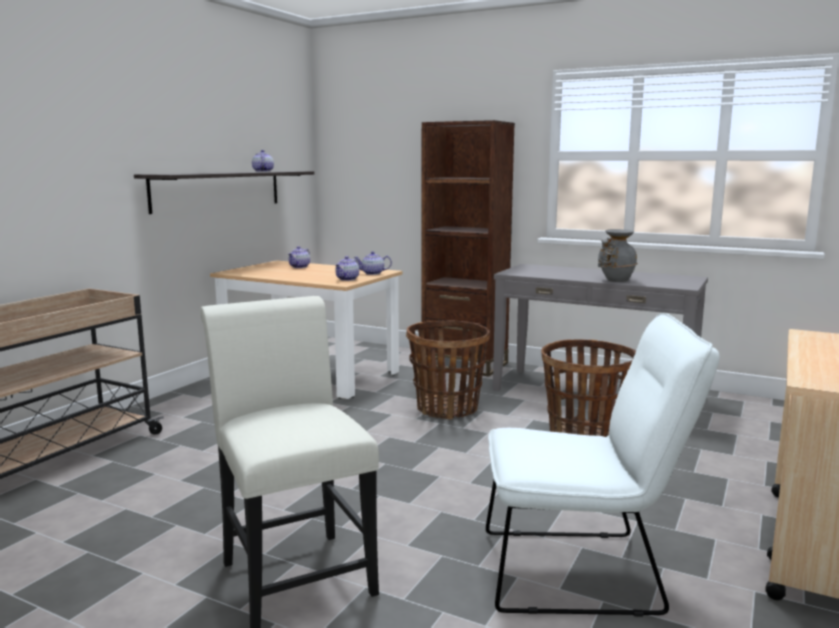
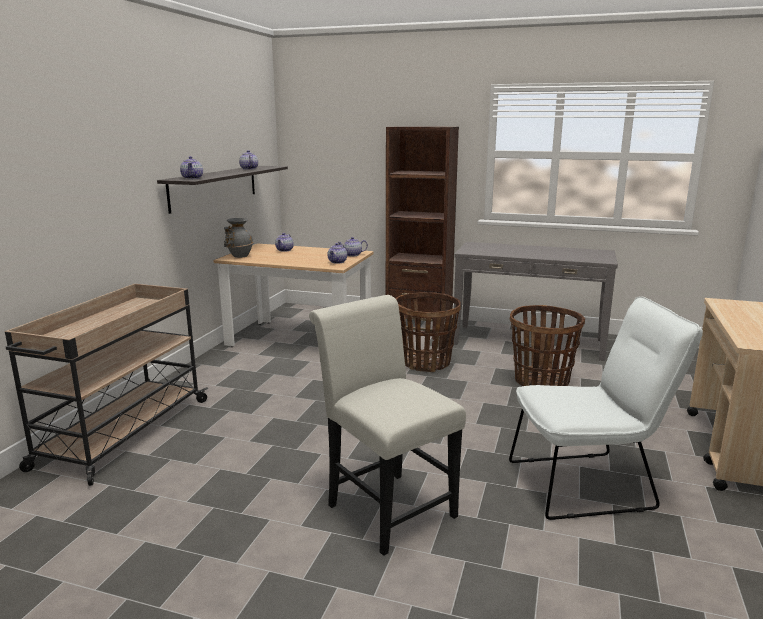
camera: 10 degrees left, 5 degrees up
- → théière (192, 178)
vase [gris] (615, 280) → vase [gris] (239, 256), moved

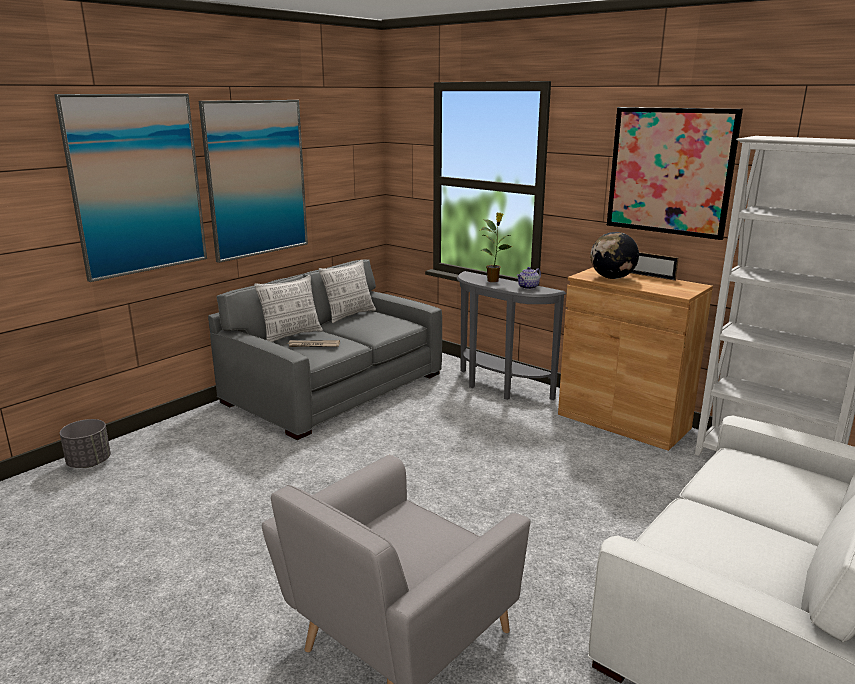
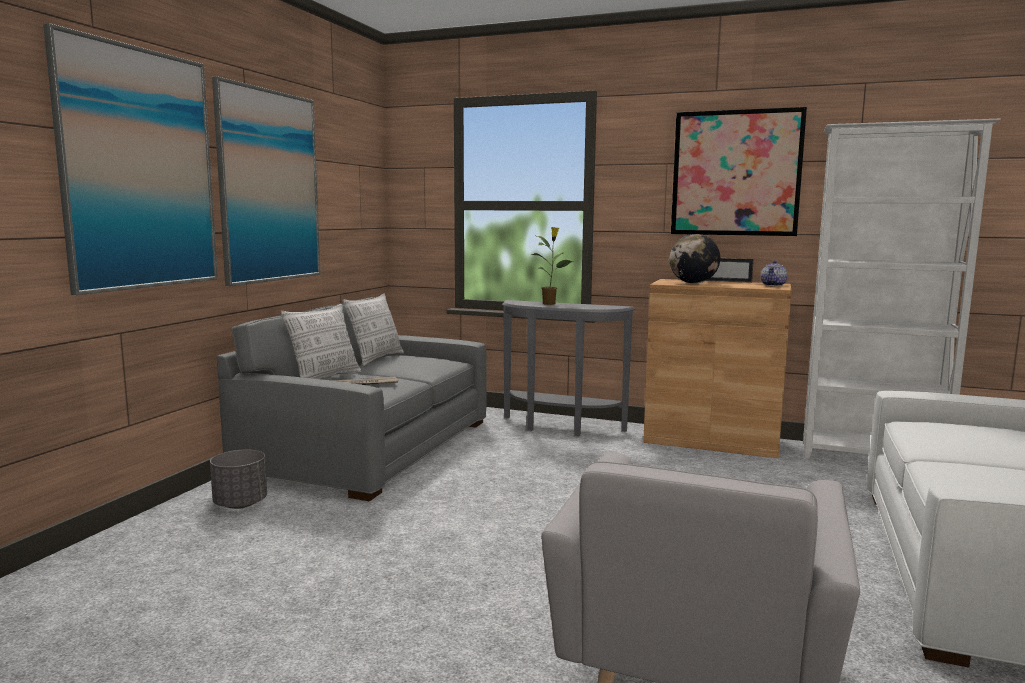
camera: 20 degrees left, 10 degrees down
cache-pot [gris] (89, 463) → cache-pot [gris] (240, 504), moved
théière (528, 287) → théière (773, 285), moved

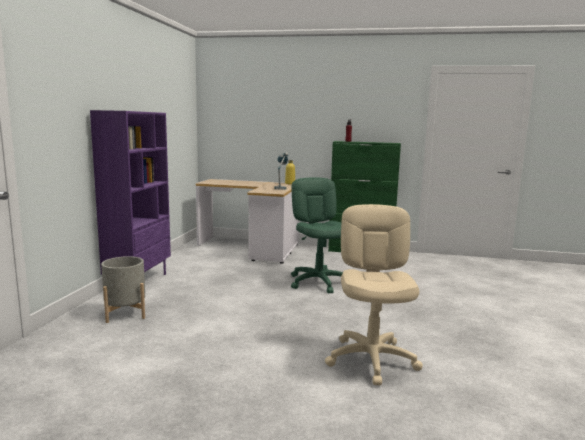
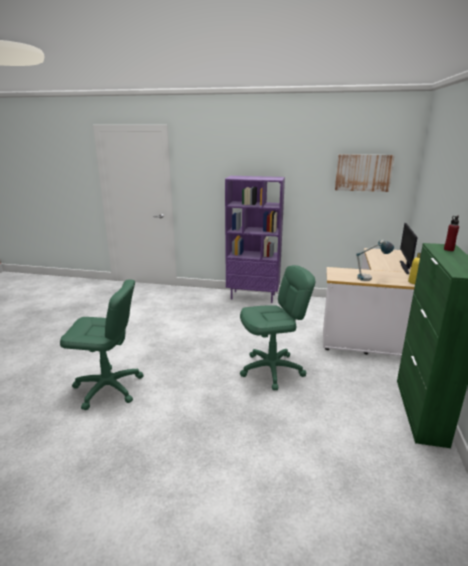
camera: 90 degrees right, 10 degrees up
chaise de bureau [beige] (372, 360) → chaise de bureau [vert] (108, 388)
- → tableau (363, 172)
- → écran d'ordinateur (405, 267)
cache-pot [gris] (125, 313) → -

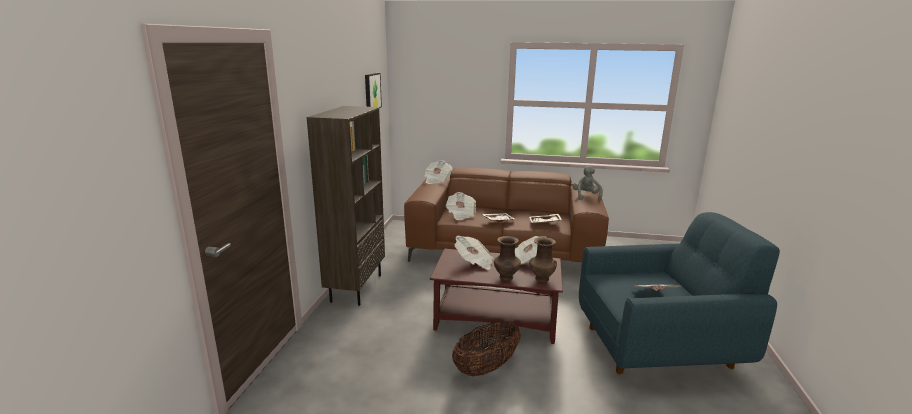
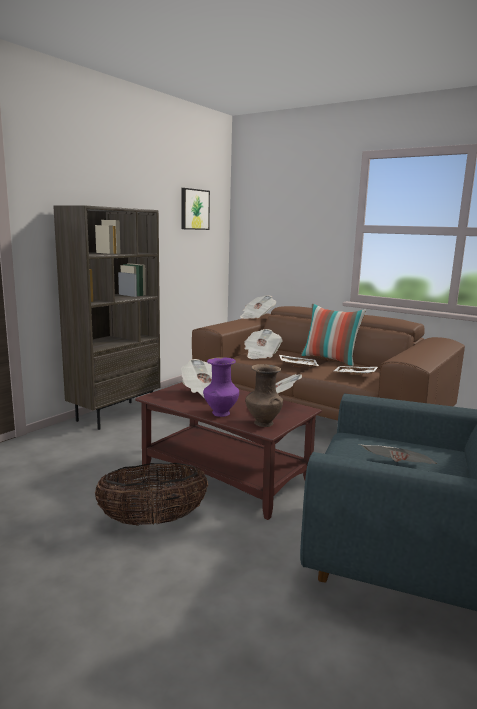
camera: 25 degrees right, 5 degrees down
vase [marron] (506, 277) → vase [violet] (220, 414)
- → coussin (330, 360)
peluche [gris] (586, 196) → -

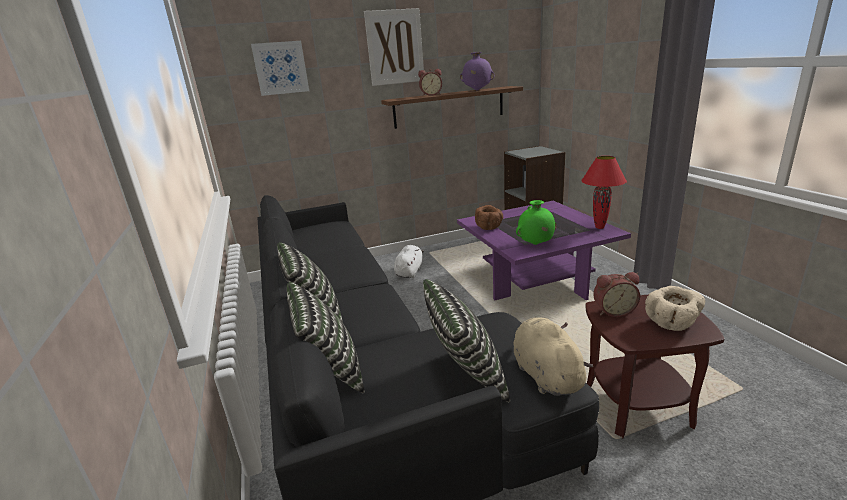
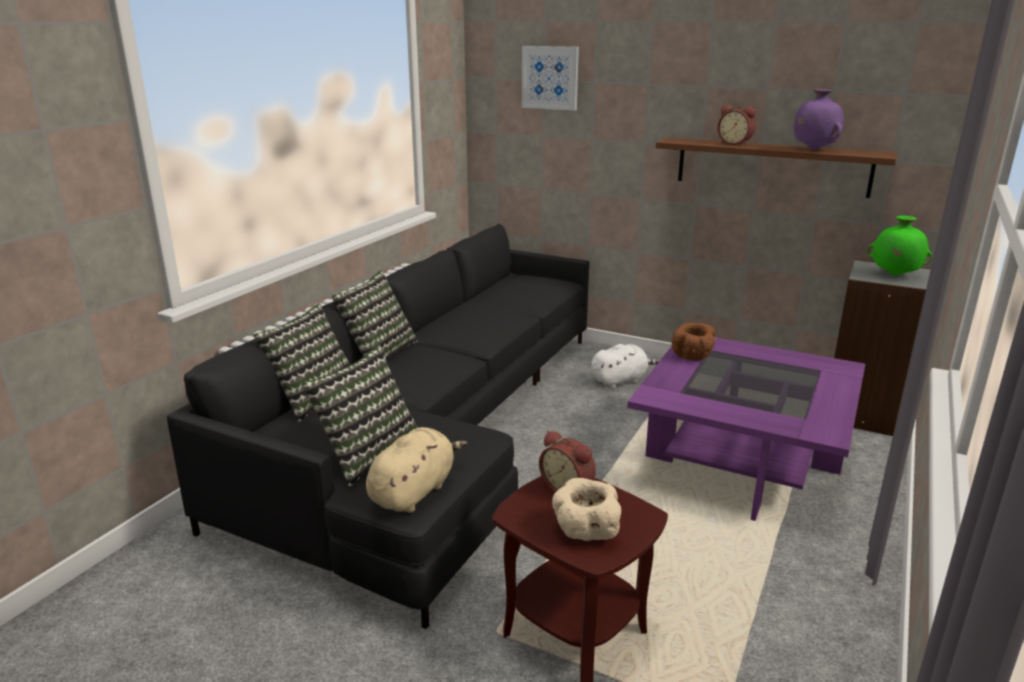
camera: 45 degrees right, 0 degrees up
vase [vert] (535, 244) → vase [vert] (894, 275), moved
tableau (395, 47) → -
lampe de table [rouge] (600, 227) → -

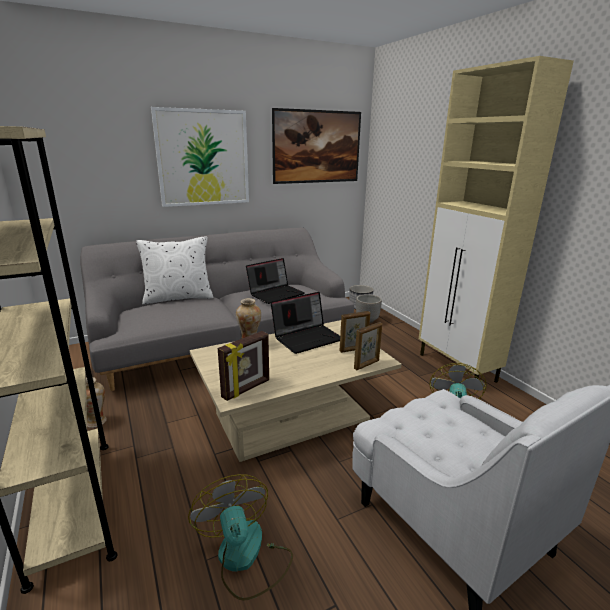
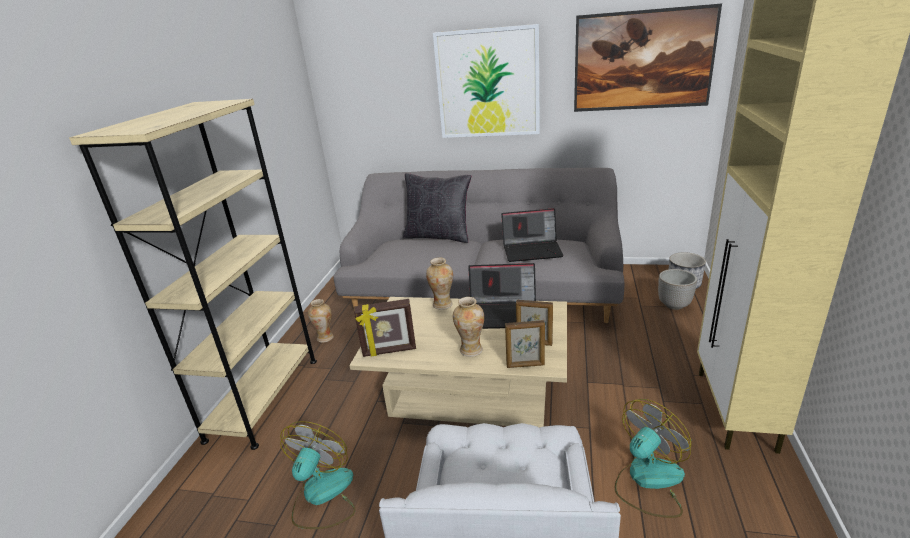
camera: 40 degrees right, 5 degrees up
coussin [blanc] (178, 297) → coussin [noir] (438, 236)
- → vase (471, 350)

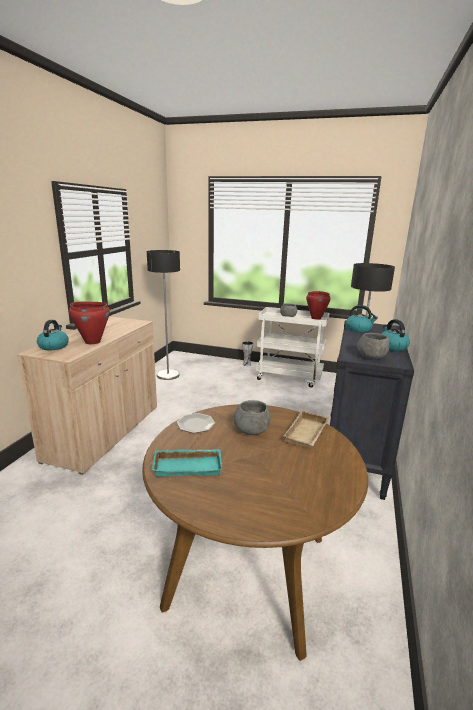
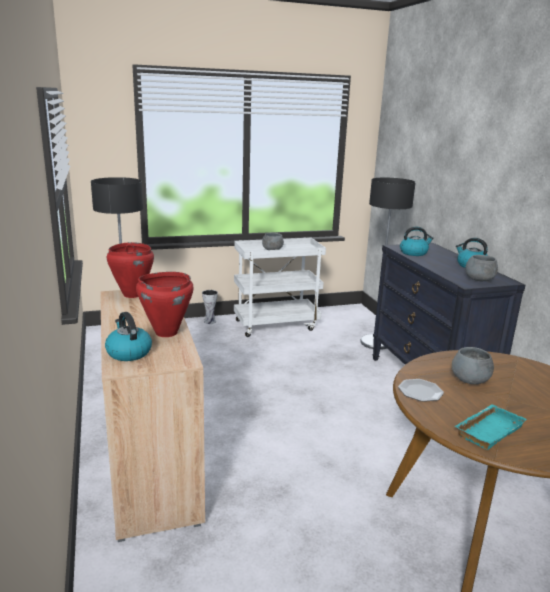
camera: 35 degrees left, 0 degrees up
marmite [rouge] (316, 318) → marmite [rouge] (132, 295), moved
plateau [beige] (307, 434) → -

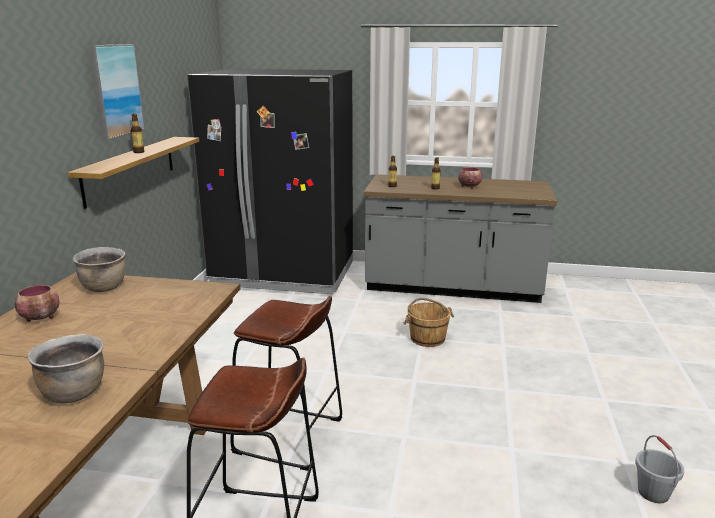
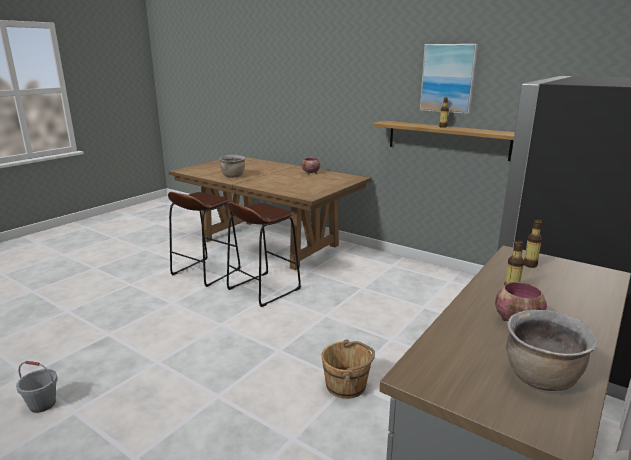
camera: 115 degrees right, 0 degrees up
marmite [marron] (104, 288) → marmite [marron] (541, 378), moved

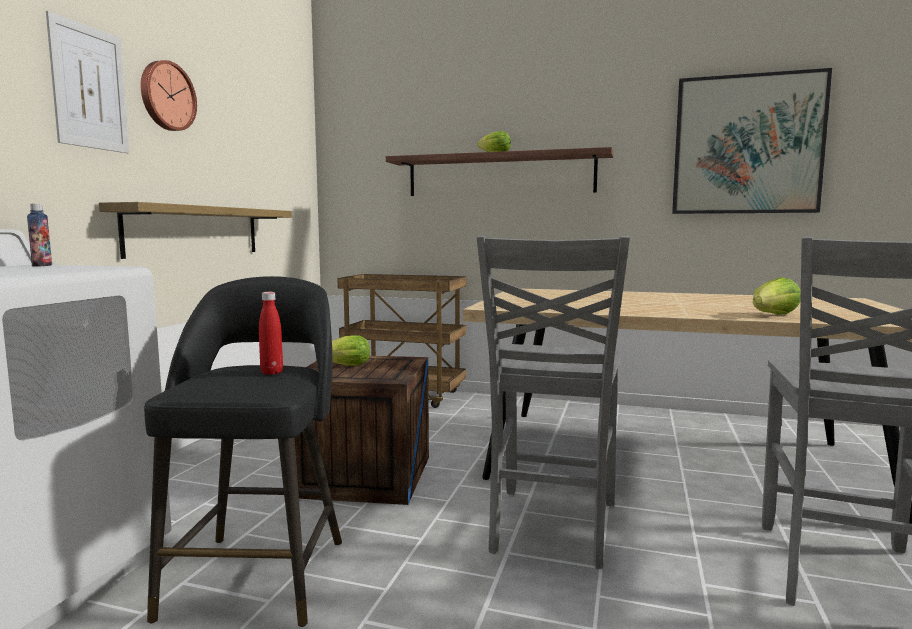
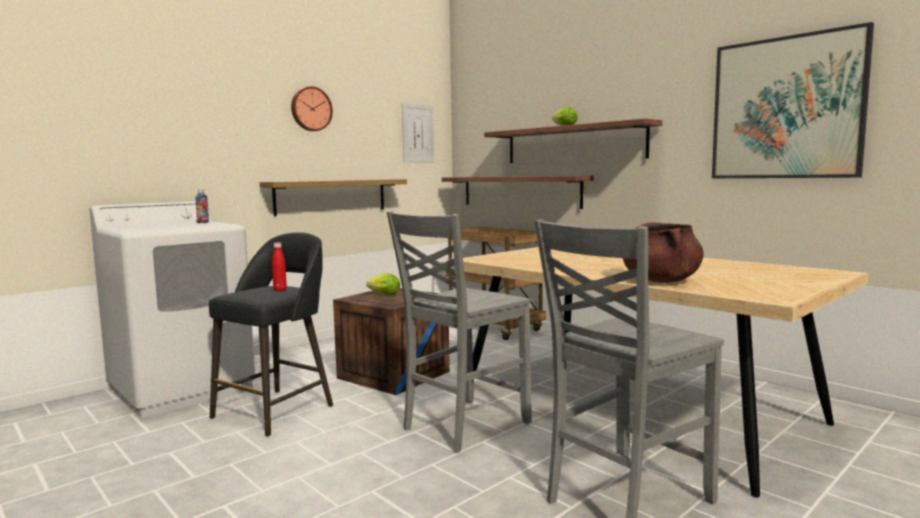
camera: 30 degrees right, 0 degrees up
tableau (89, 87) → tableau (418, 133), moved
- → étagère (519, 191)
laitue (773, 315) → marmite [marron] (661, 281)

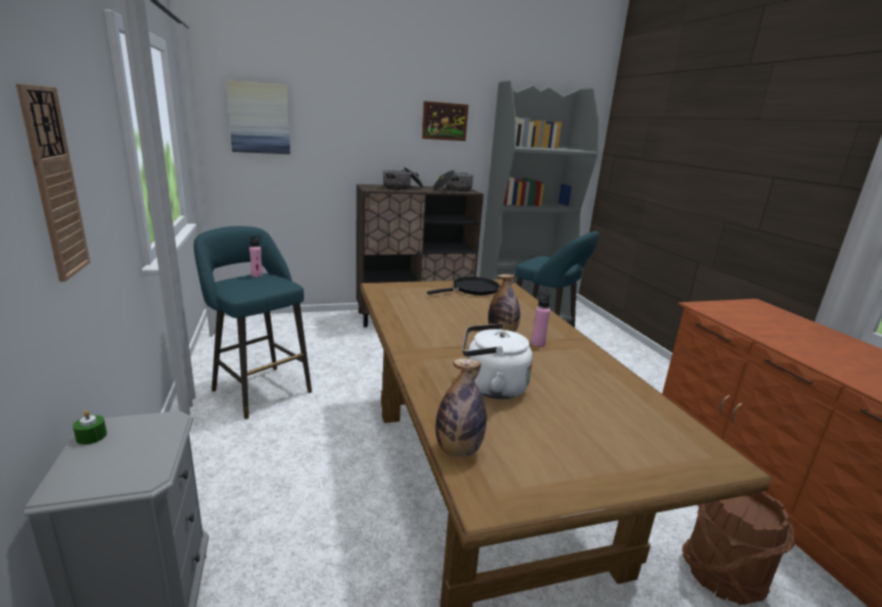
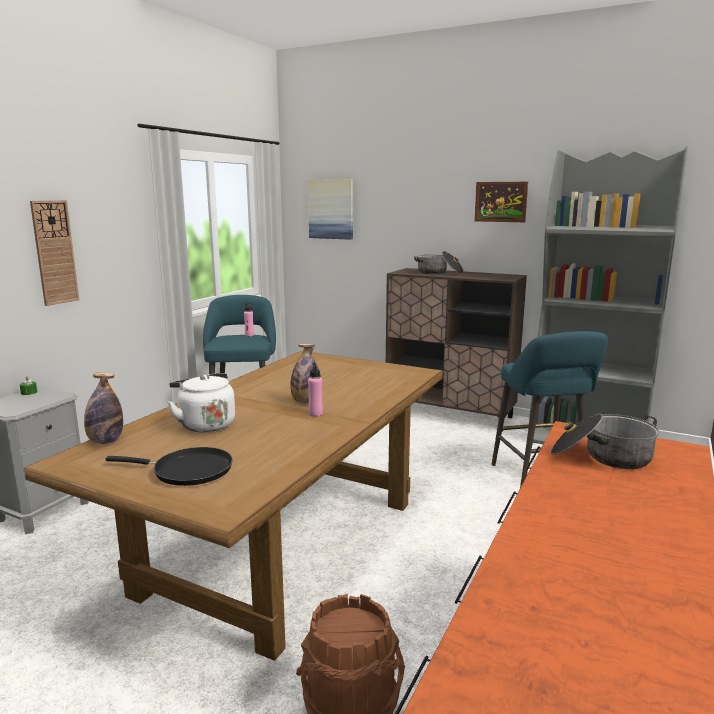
camera: 45 degrees right, 5 degrees down
poêle [noir] (472, 289) → poêle [noir] (187, 471), moved
marmite (453, 190) → marmite (602, 457), moved

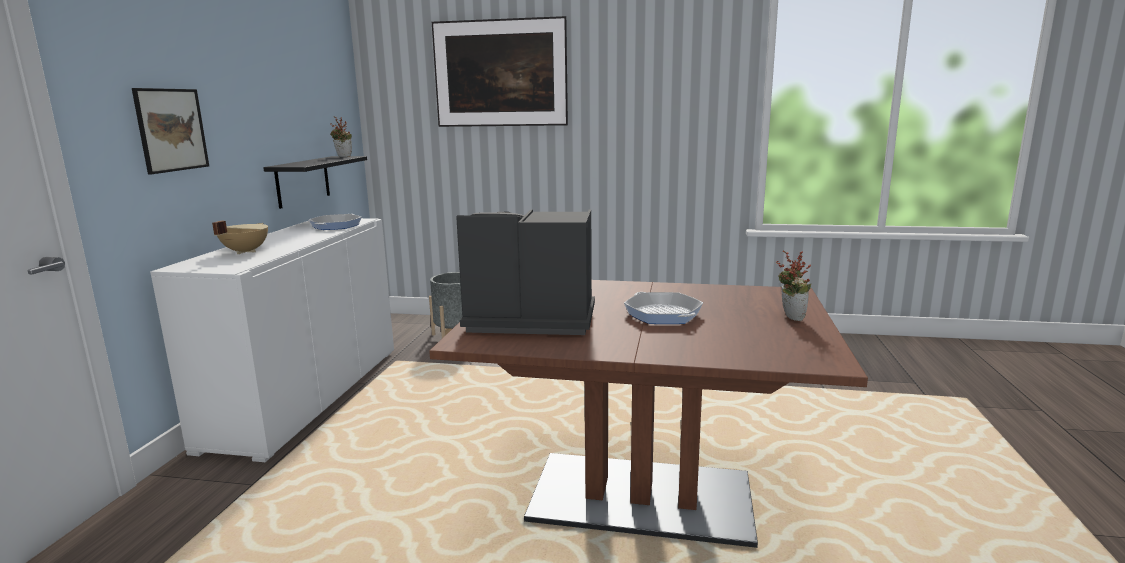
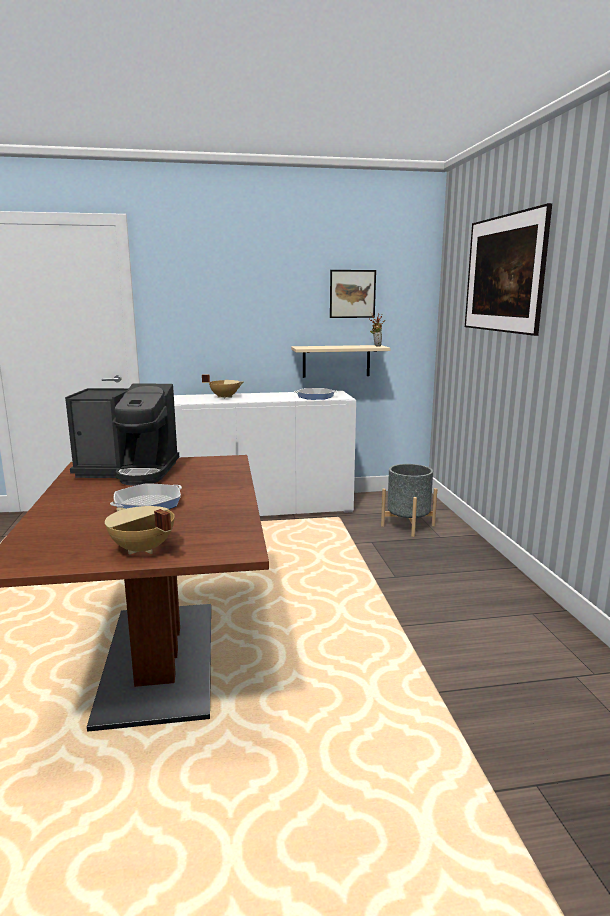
camera: 70 degrees right, 0 degrees up
machine à café (527, 320) → machine à café (129, 472), 105 degrees clockwise
plante en pot (789, 317) → marmite [beige] (142, 550)
étagère [noir] (303, 181) → étagère [beige] (336, 361)
tableau (171, 130) → tableau (352, 294), moved

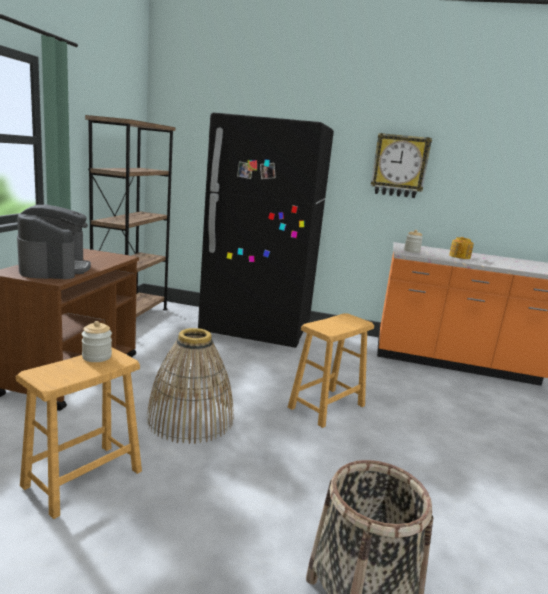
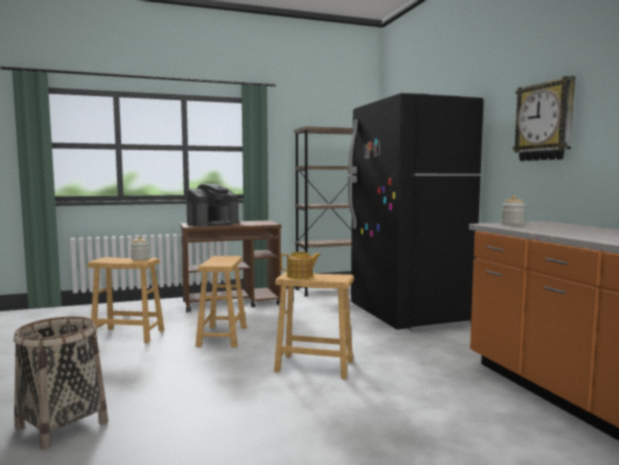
camera: 60 degrees right, 10 degrees down
panier (190, 418) → tabouret [marron] (222, 336)
théière (460, 256) → théière (300, 276), moved

